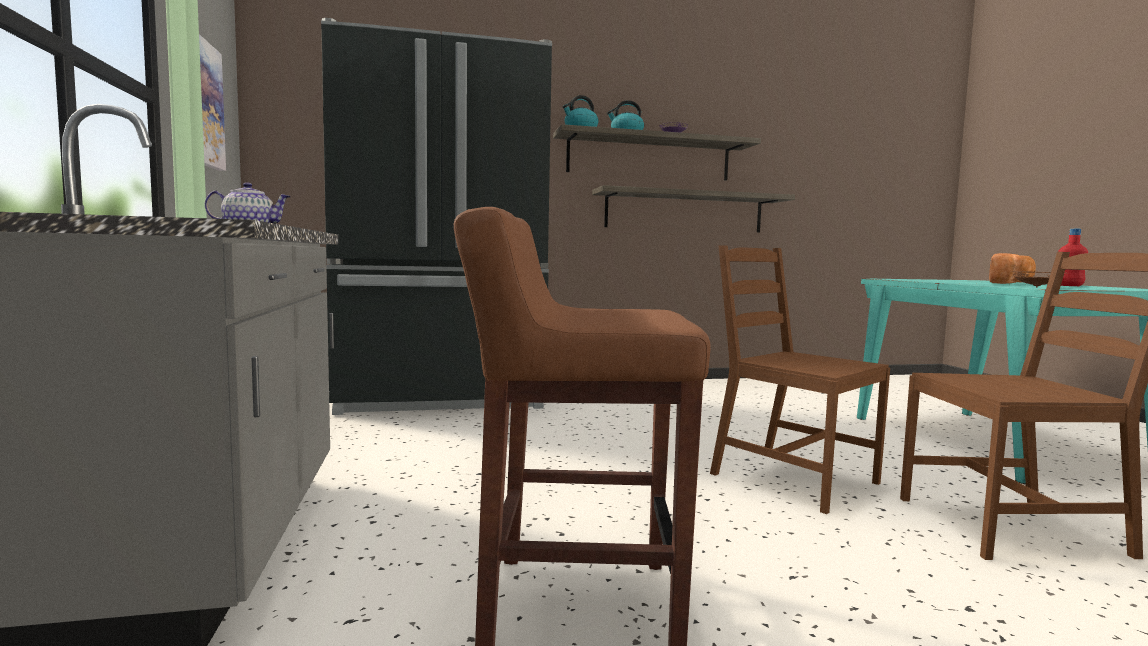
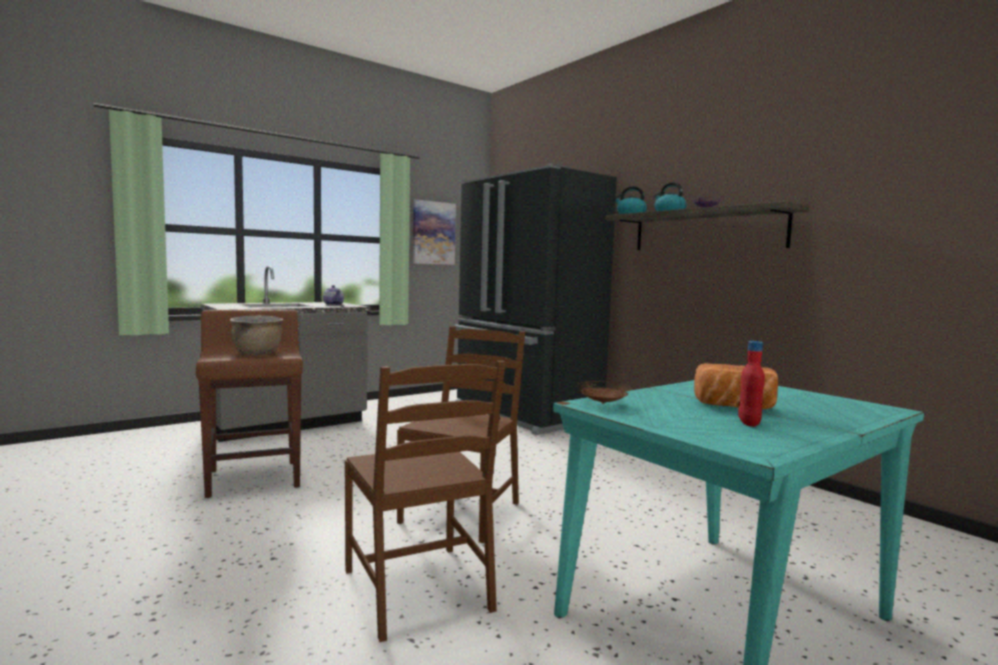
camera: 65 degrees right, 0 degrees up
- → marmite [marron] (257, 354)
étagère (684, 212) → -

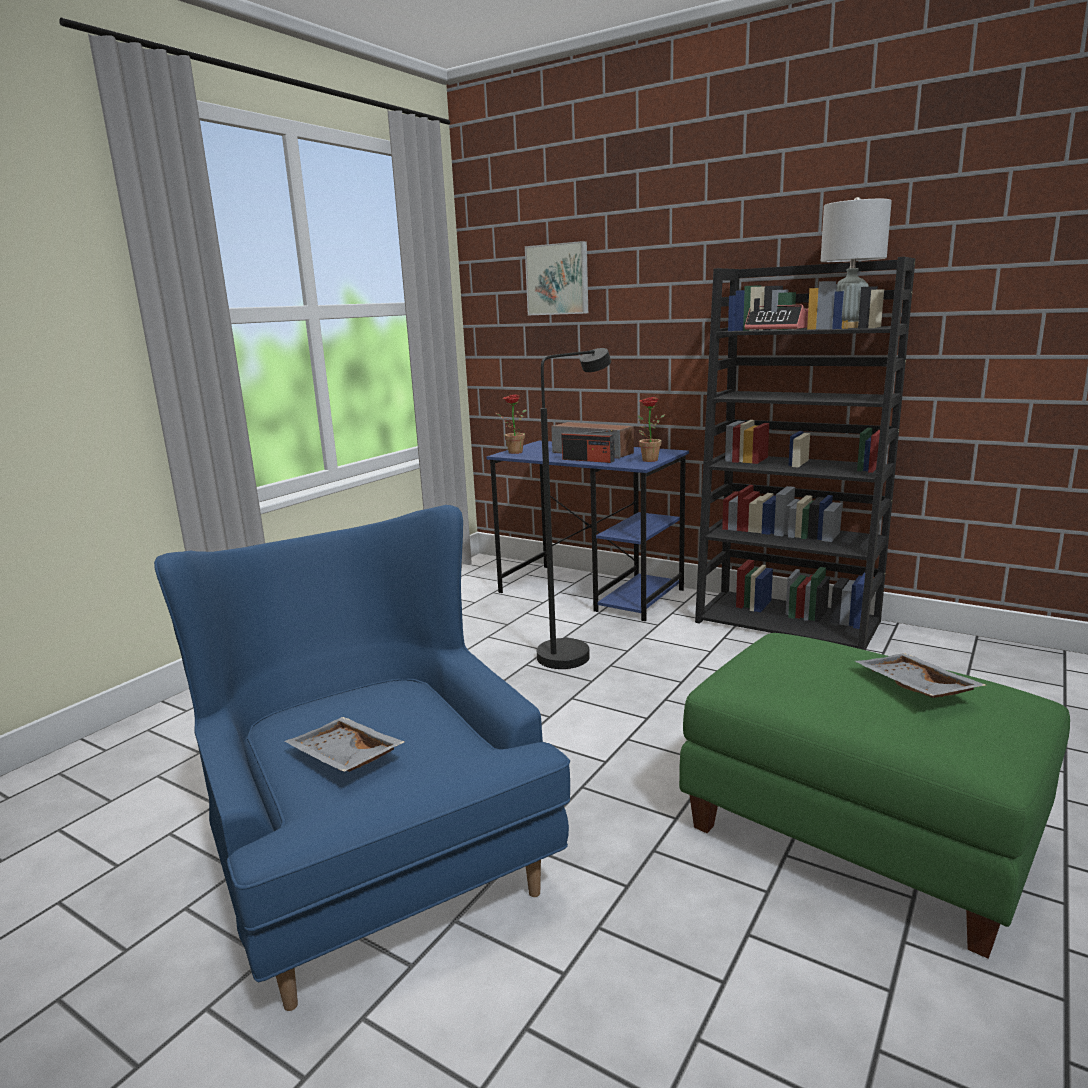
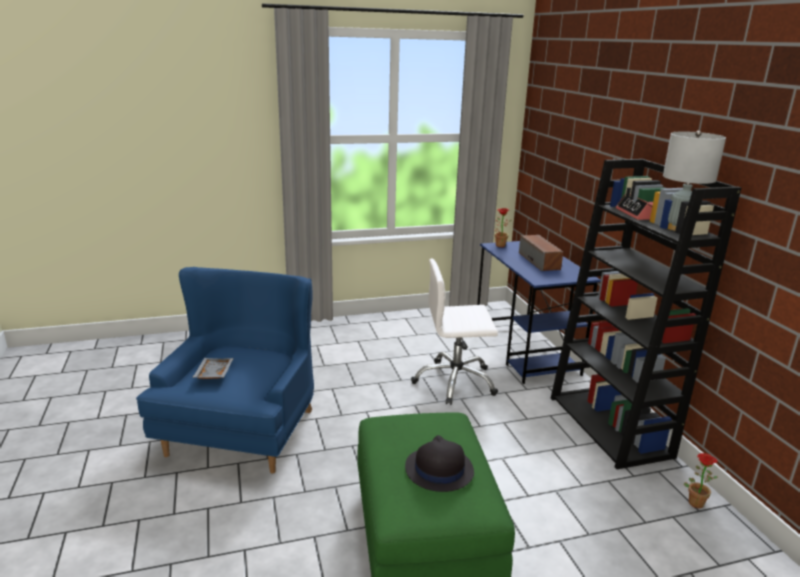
camera: 40 degrees right, 5 degrees up
plateau [gris] (913, 688) → chapeau [noir] (438, 470)
lampadaire [noir] (573, 652) → chaise de bureau [blanc] (455, 382)
plante en pot (647, 460) → plante en pot (694, 501), moved
tableau (558, 279) → -
radio (588, 460) → -

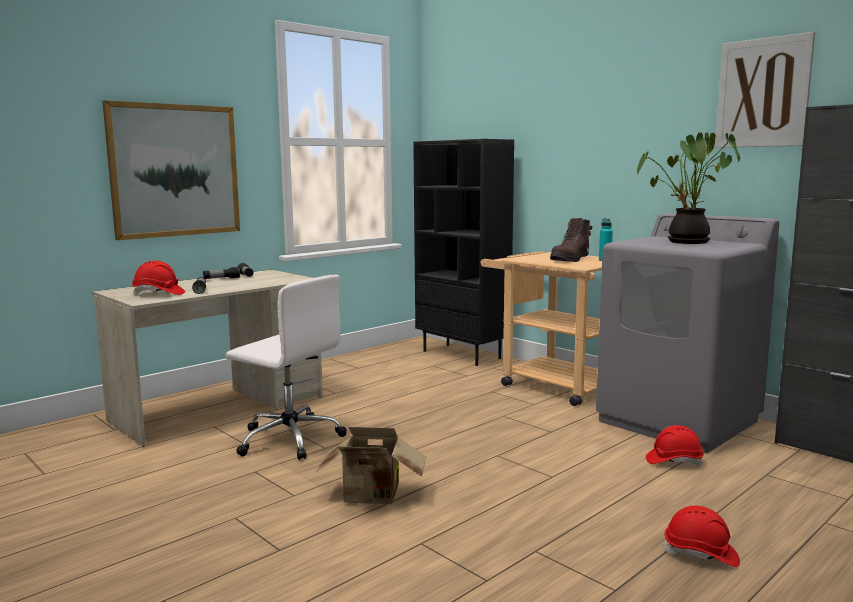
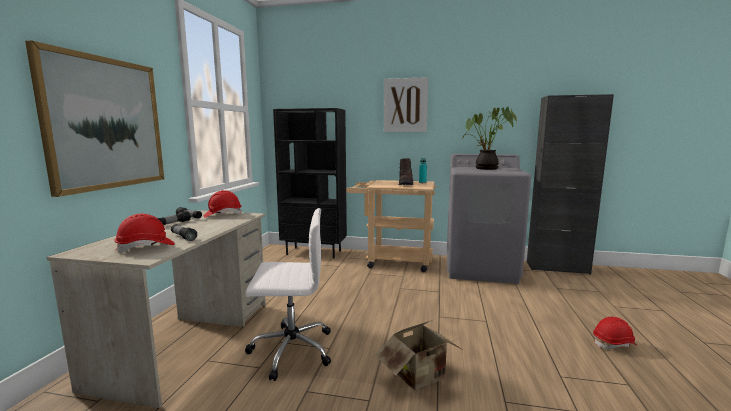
camera: 35 degrees left, 0 degrees up
casque de chantier [rouge] (674, 461) → casque de chantier [rouge] (223, 215), moved
tableau (763, 93) → tableau (405, 105), moved

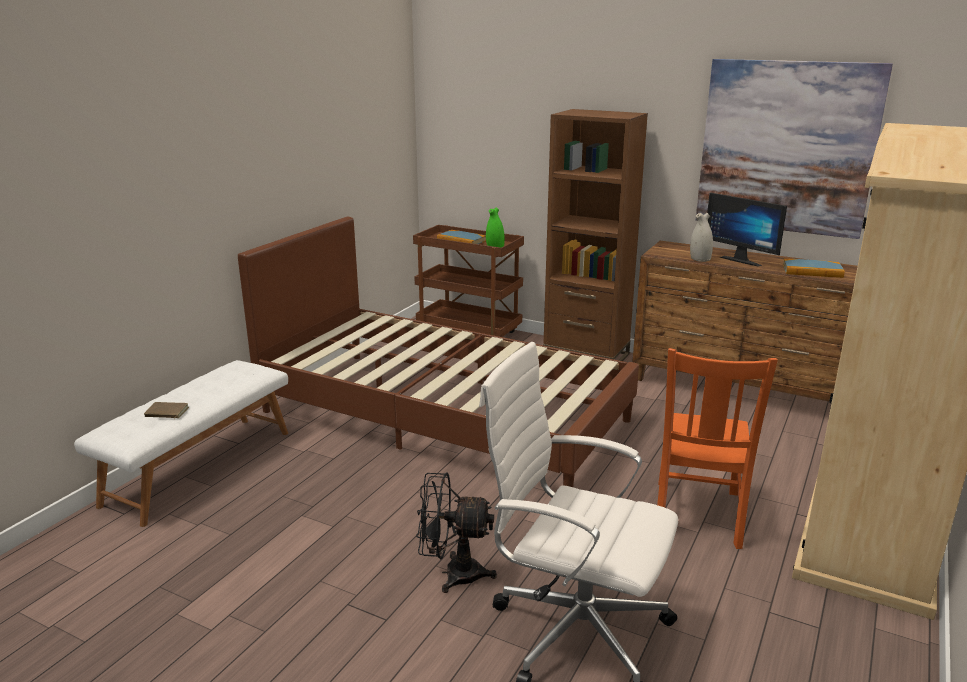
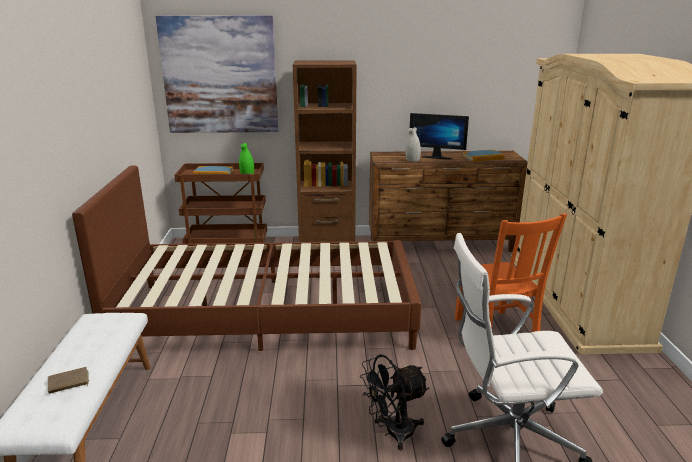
camera: 30 degrees left, 0 degrees up
tableau (786, 147) → tableau (220, 75), moved

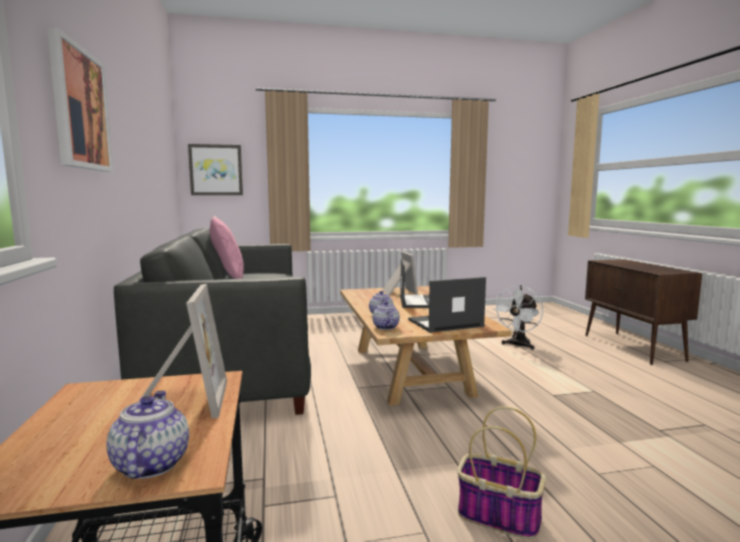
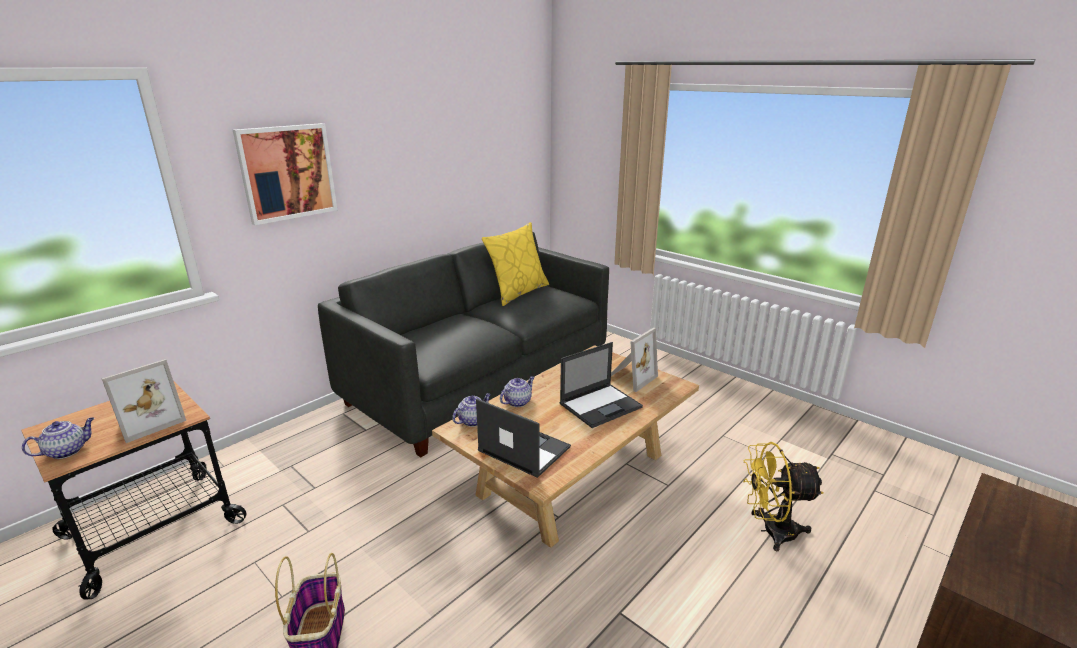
camera: 55 degrees right, 15 degrees up
coussin [rose] (228, 278) → coussin [jaune] (517, 292)
ventilateur [blanc] (518, 345) → ventilateur [jaune] (771, 531)
tableau (216, 170) → -

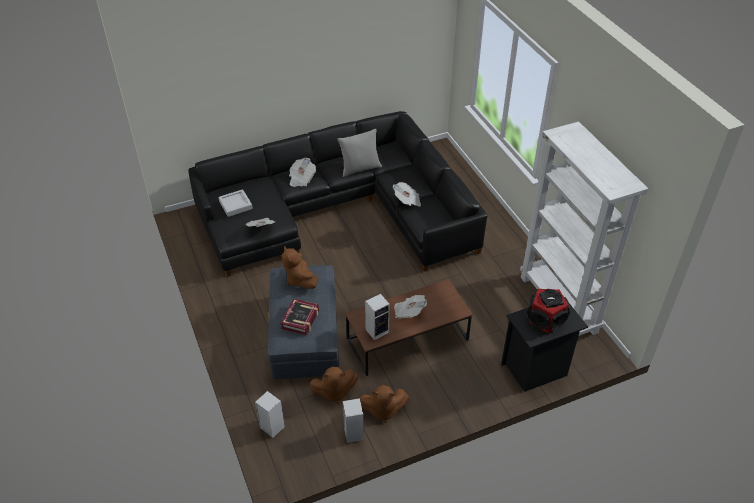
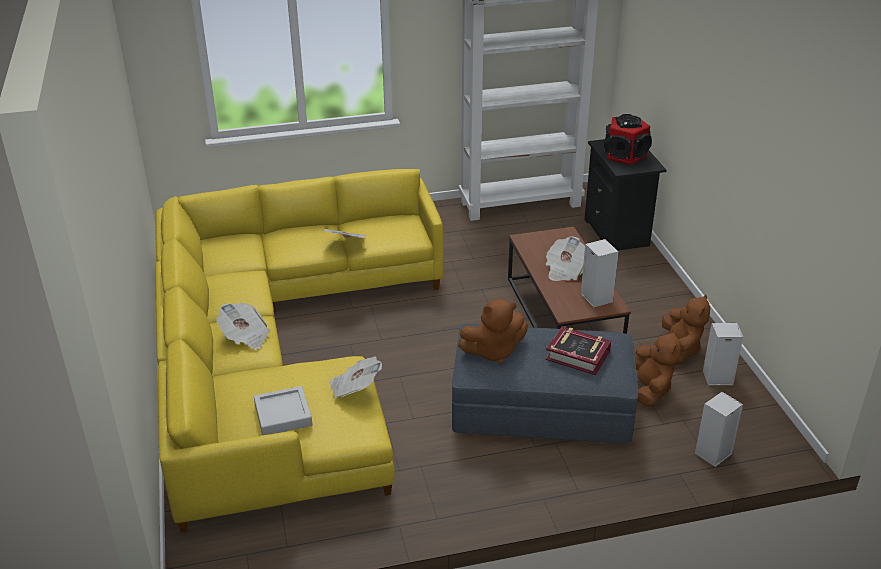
camera: 80 degrees left, 10 degrees down
canapé [noir] (338, 212) → canapé [jaune] (279, 354)
coussin [gris] (360, 168) → -

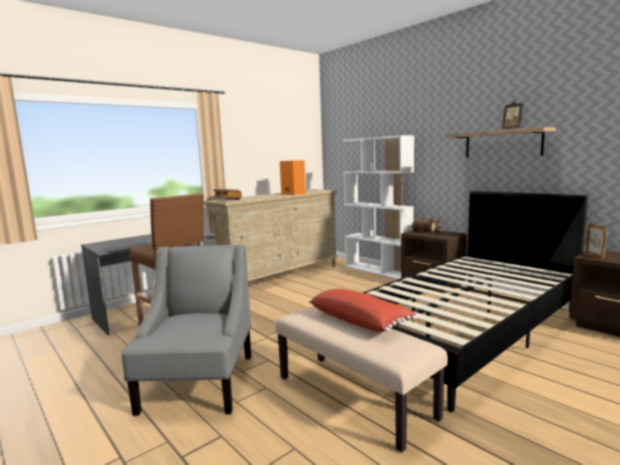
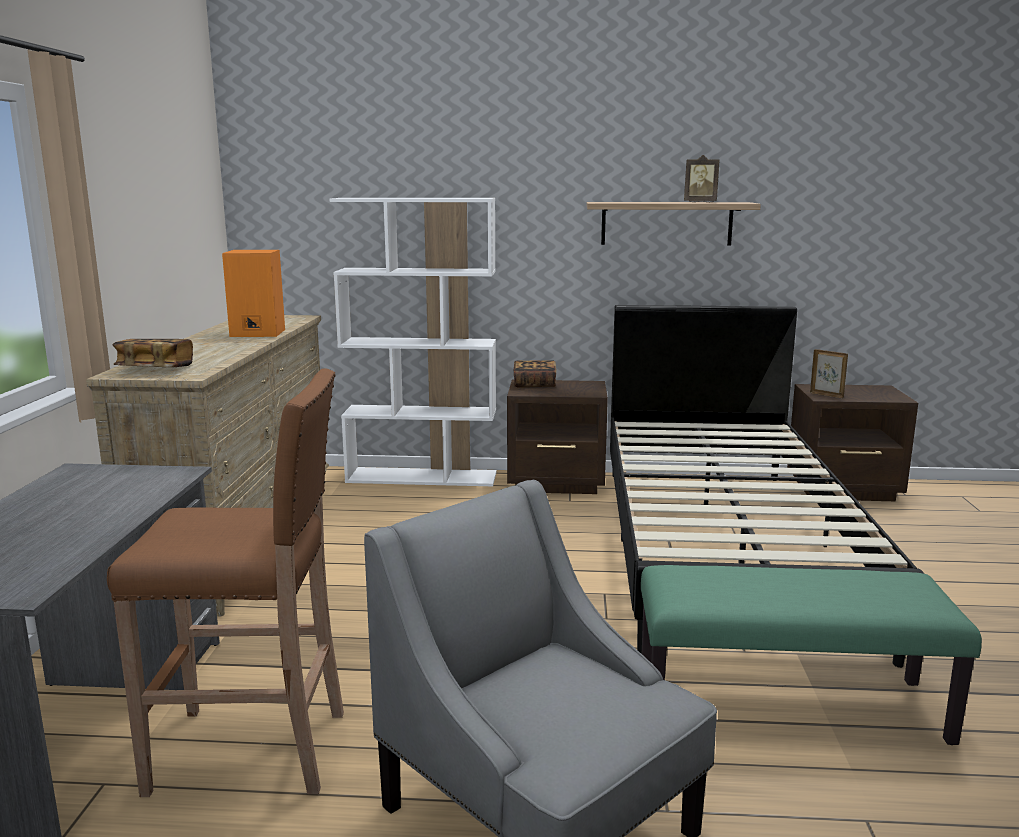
camera: 45 degrees left, 5 degrees up
banc [beige] (355, 397) → banc [vert] (789, 705)
coussin [rouge] (360, 321) → -

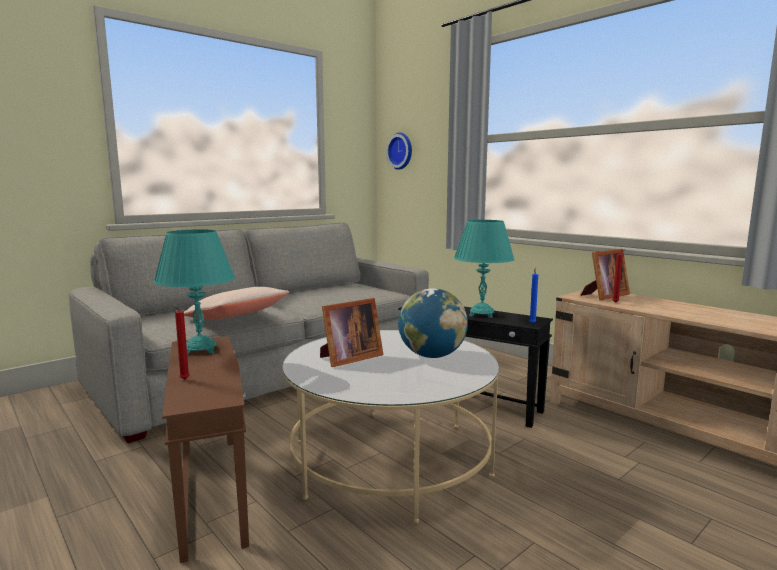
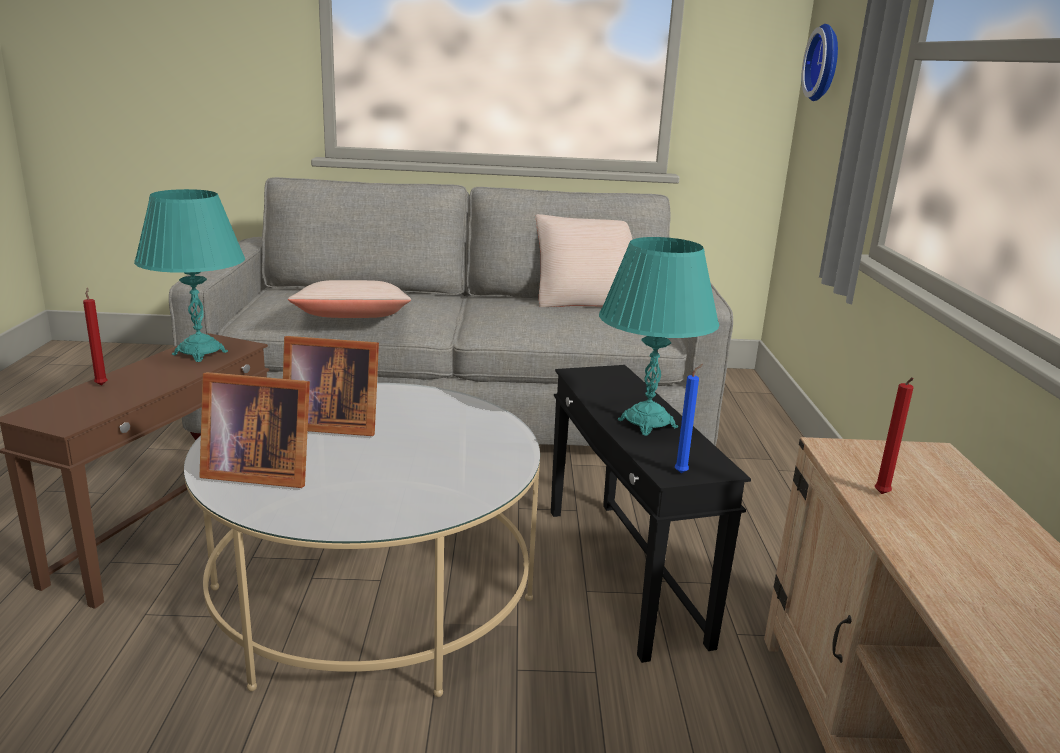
camera: 40 degrees right, 10 degrees up
cadre photo (604, 296) → cadre photo (257, 472), moved
- → coussin [beige] (584, 300)
globe (432, 356) → -

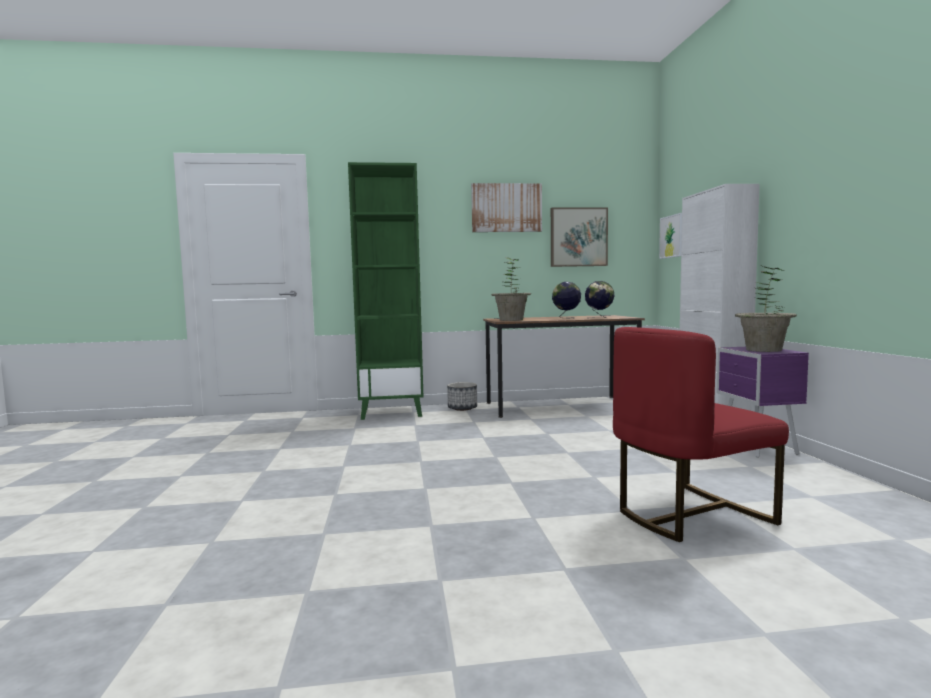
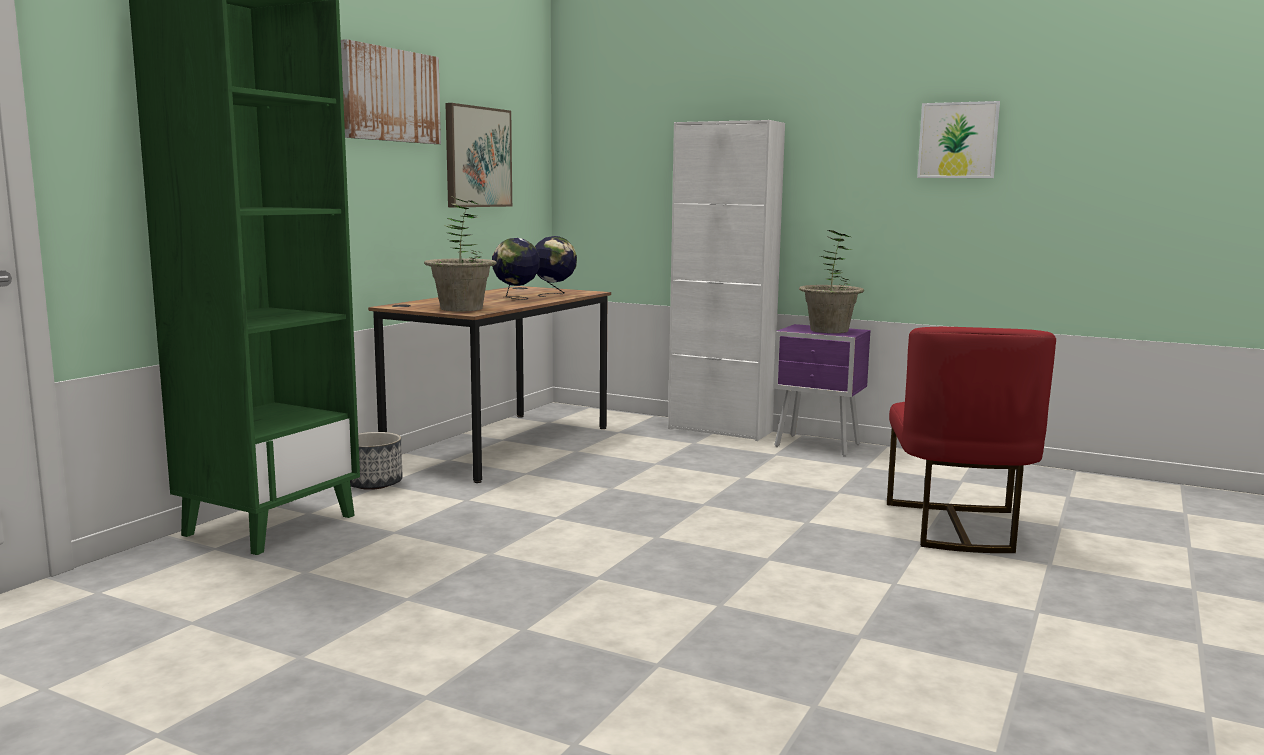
camera: 55 degrees left, 5 degrees up
tableau (672, 236) → tableau (958, 140), moved

